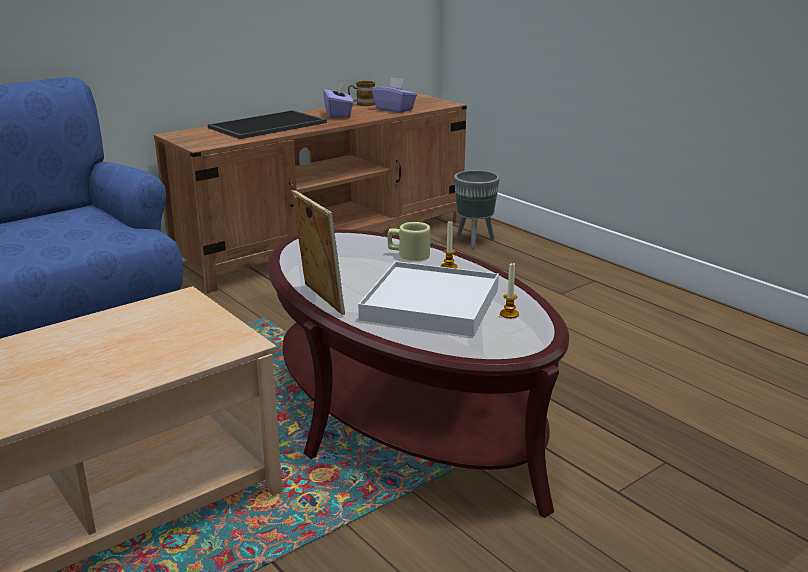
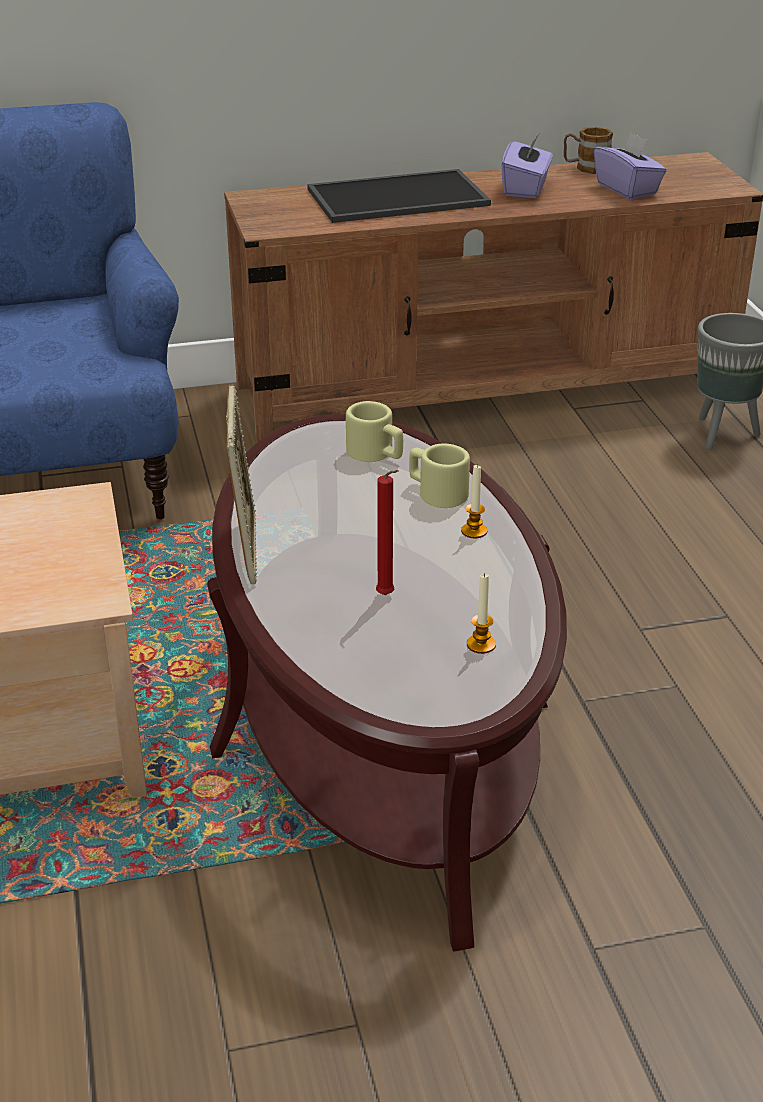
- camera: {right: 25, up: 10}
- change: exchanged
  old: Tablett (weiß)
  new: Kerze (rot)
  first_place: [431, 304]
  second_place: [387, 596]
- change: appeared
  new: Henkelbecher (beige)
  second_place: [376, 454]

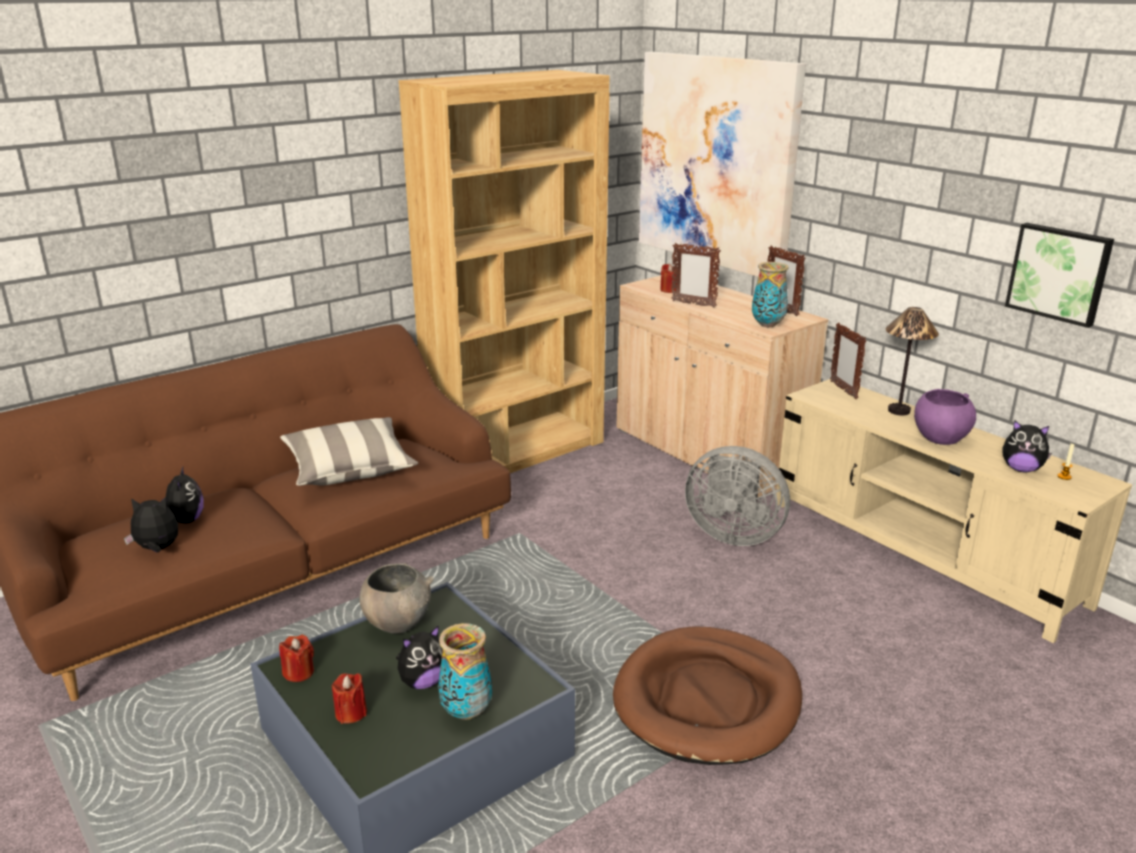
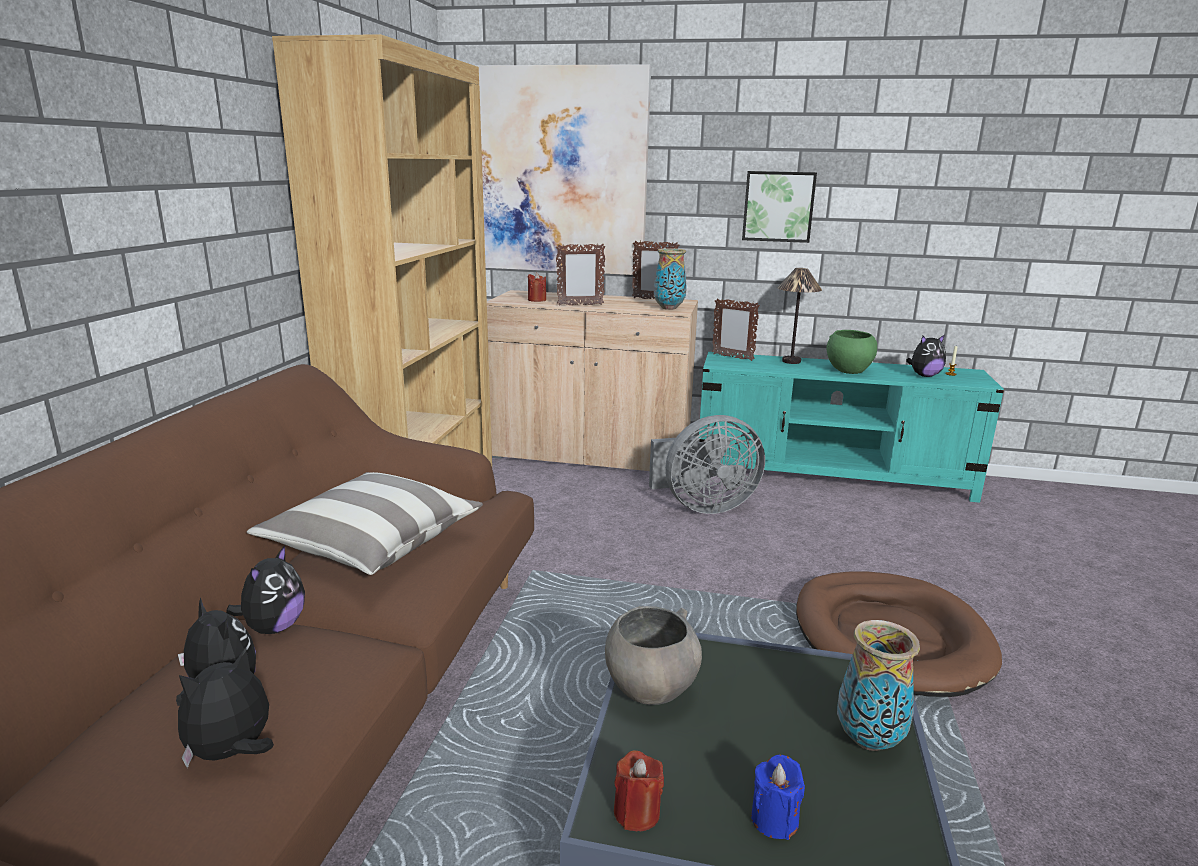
- camera: {right: -40, up: -5}
- change: colour
  old: Kerze (rot)
  new: Kerze (blau)
  first_place: [351, 713]
  second_place: [774, 820]
- change: relocated
  old: Plüschtier
  first_place: [423, 682]
  second_place: [274, 627]
- change: colour
  old: Fernsehschrank (beige)
  new: Fernsehschrank (türkis)
  first_place: [922, 552]
  second_place: [831, 475]
- change: colour
  old: Schüssel (lila)
  new: Schüssel (grün)
  first_place: [940, 438]
  second_place: [848, 370]
- change: relocated
  old: Bild
  first_place: [1059, 273]
  second_place: [778, 206]

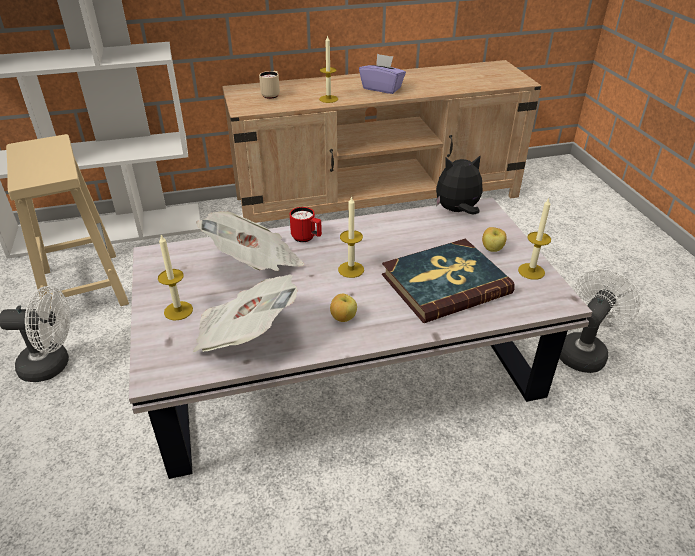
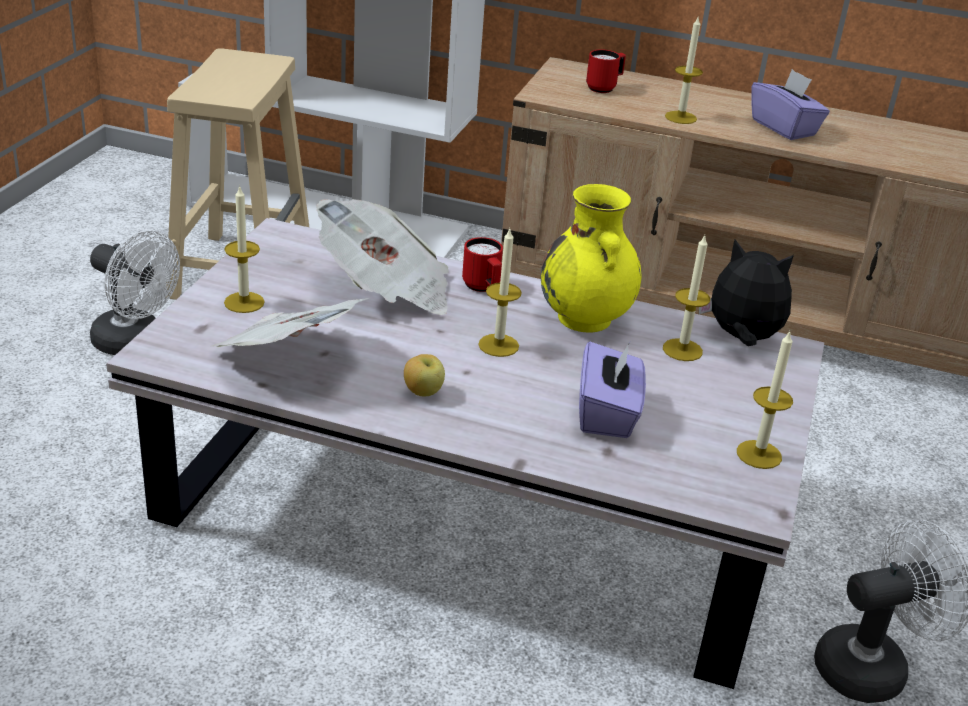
- camera: {right: 30, up: -5}
- change: colour
  old: Henkelbecher (beige)
  new: Henkelbecher (rot)
  first_place: [272, 95]
  second_place: [604, 88]
- change: exchanged
  old: Buch
  new: Taschentuchbox (lila)
  first_place: [445, 283]
  second_place: [607, 414]
- change: missing
  old: Apfel
  first_place: [492, 249]
- change: appeared
  new: Vase (gelb)
  second_place: [585, 319]
- change: appeared
  new: Kerze
  second_place: [682, 350]

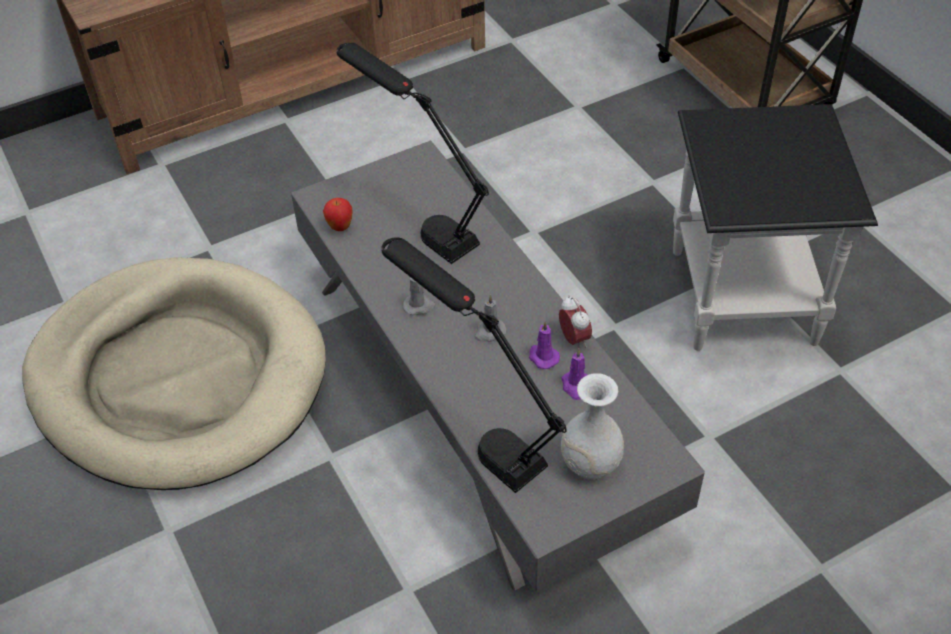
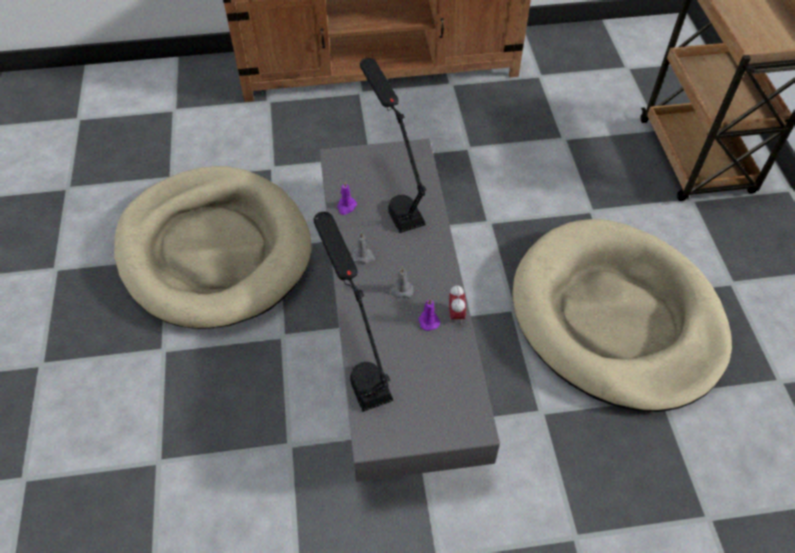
- camera: {right: 20, up: 5}
- change: missing
  old: Apfel
  first_place: [340, 227]
- change: missing
  old: Vase (weiß)
  first_place: [590, 463]
- change: relocated
  old: Kerze (lila)
  first_place: [576, 386]
  second_place: [346, 207]
- change: exchanged
  old: Beistelltisch (schwarz)
  new: Hundebett (beige)
  first_place: [743, 297]
  second_place: [616, 318]

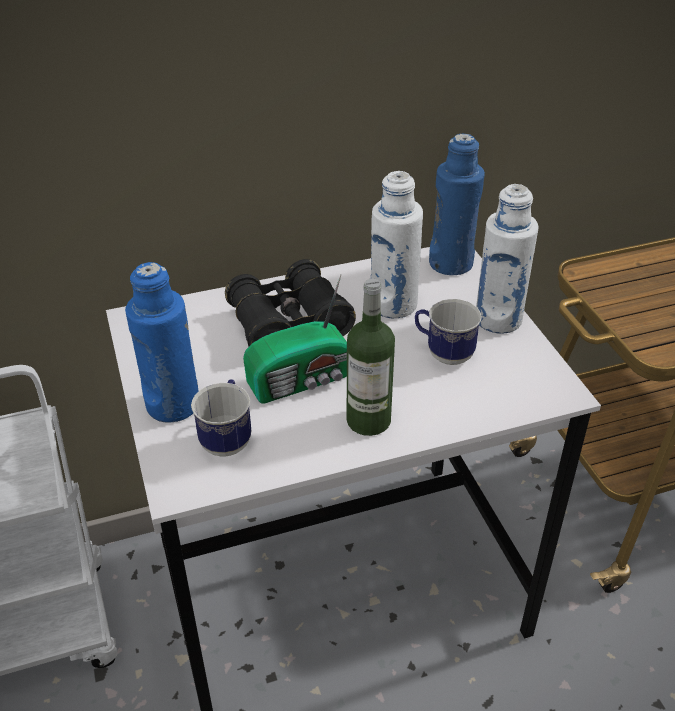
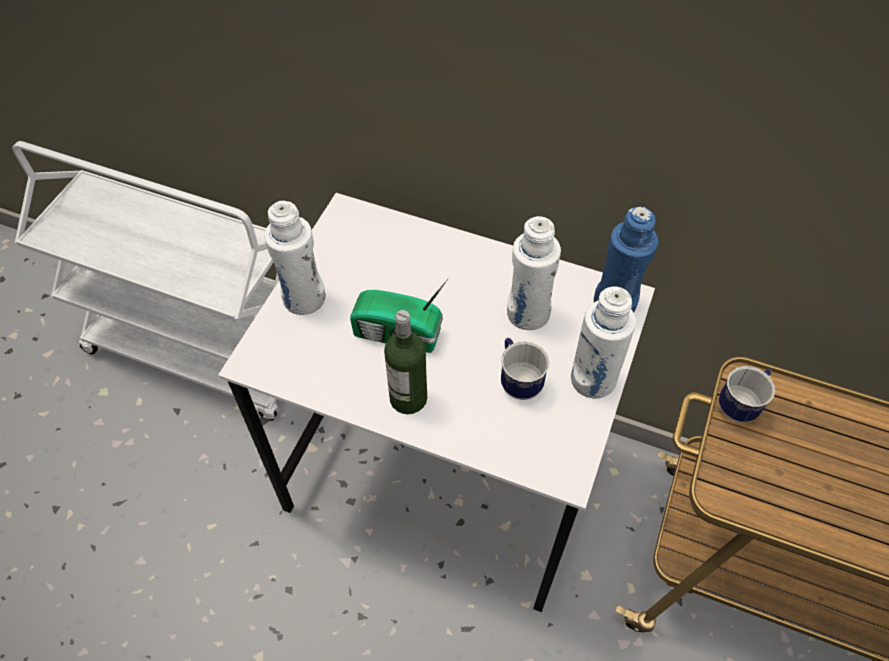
- camera: {right: 40, up: 15}
- change: colour
  old: Flasche (blau)
  new: Flasche (weiß)
  first_place: [173, 405]
  second_place: [304, 299]
- change: relocated
  old: Henkelbecher
  first_place: [228, 438]
  second_place: [740, 405]
- change: missing
  old: Fernglas (schwarz)
  first_place: [289, 324]

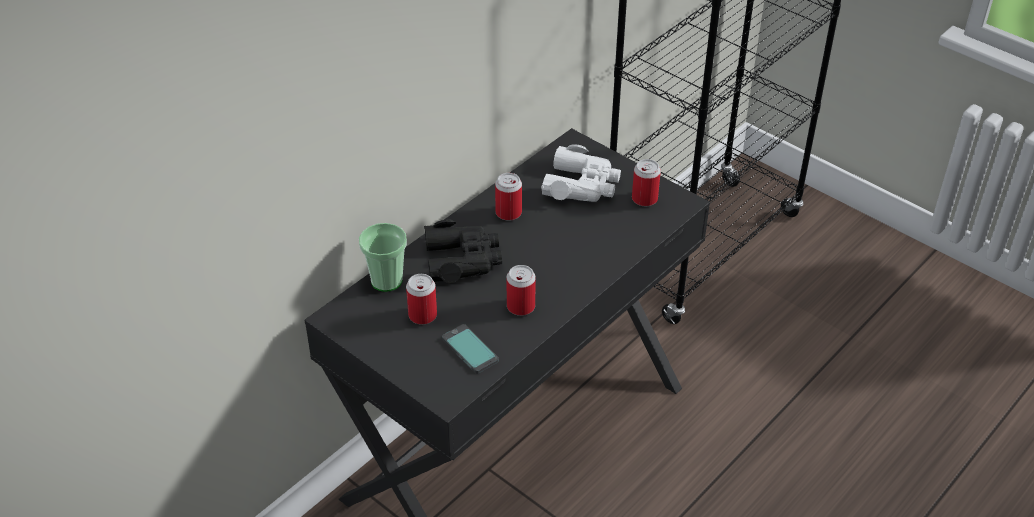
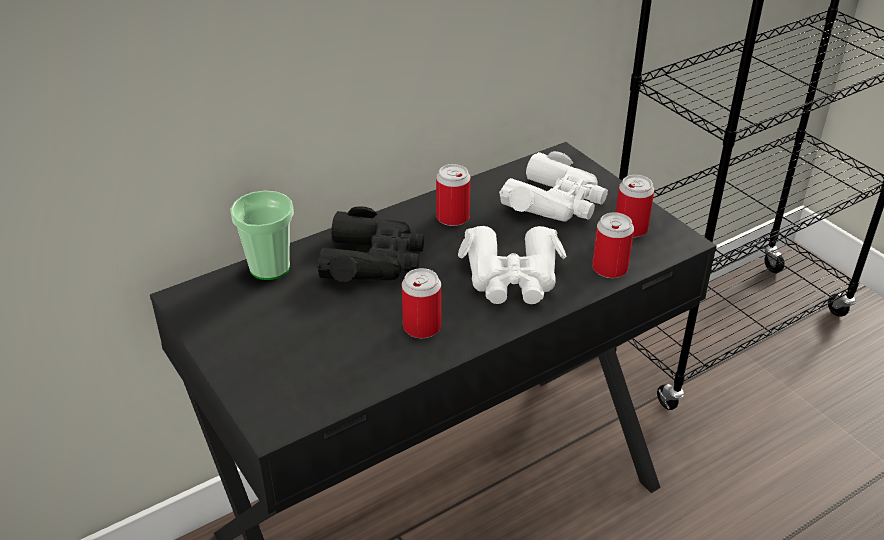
- camera: {right: 15, up: -5}
- change: relocated
  old: Dose
  first_place: [422, 315]
  second_place: [609, 268]
- change: missing
  old: Handy
  first_place: [469, 350]
- change: appeared
  new: Fernglas (weiß)
  second_place: [512, 277]

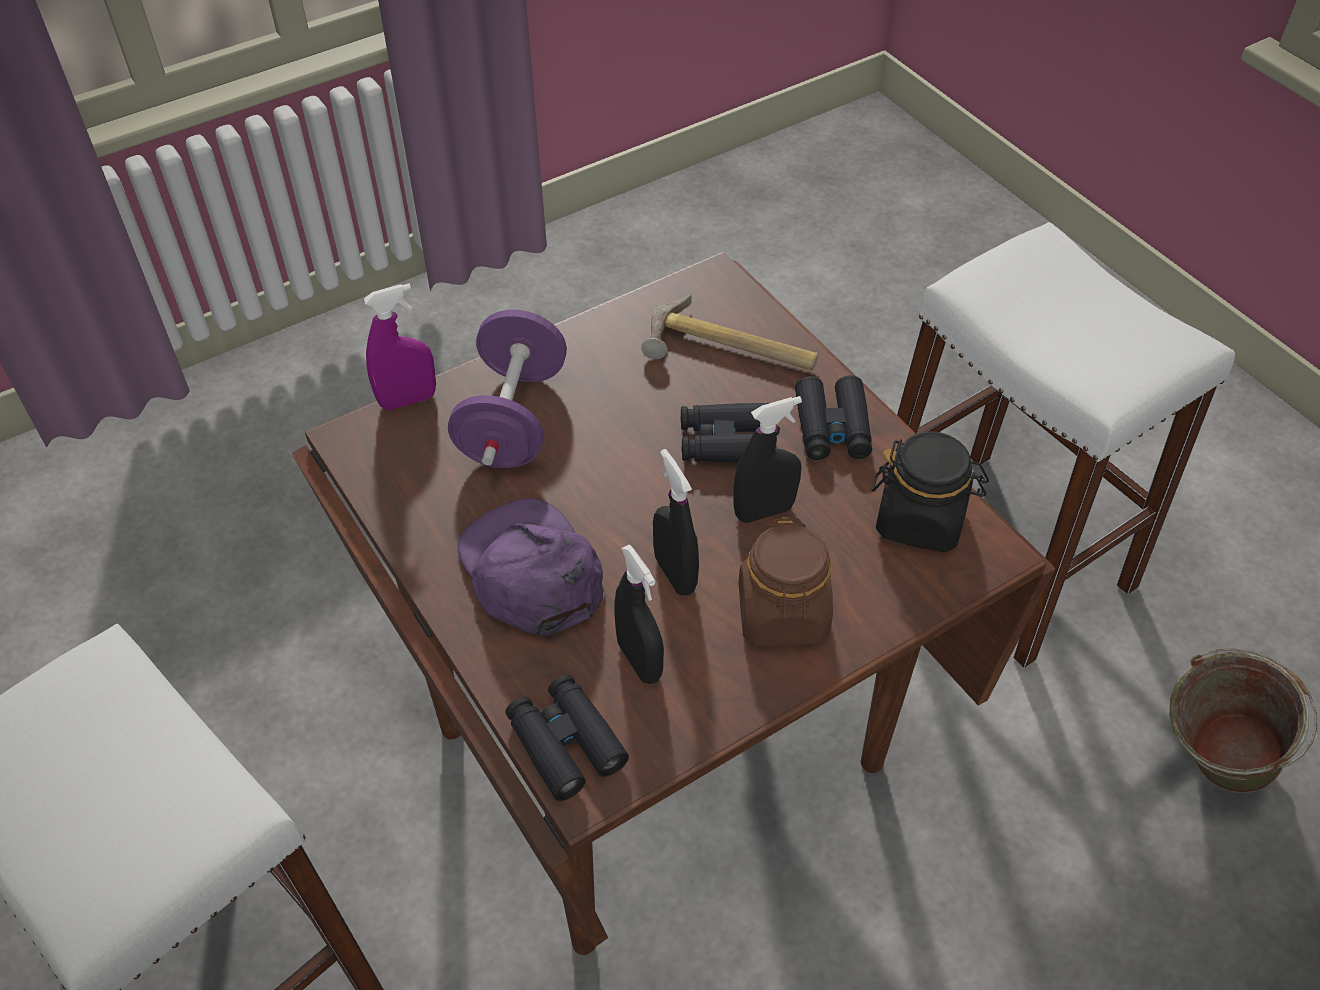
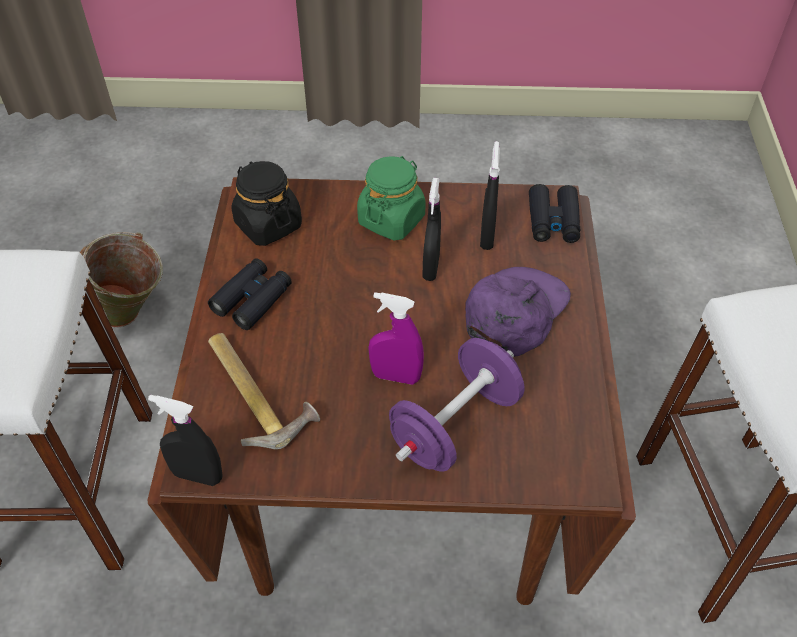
- camera: {right: -145, up: 0}
- change: relocated
  old: Sprühflasche (lila)
  first_place: [408, 400]
  second_place: [396, 376]
- change: spun
  old: Kappe (lila)
  first_place: [531, 571]
  second_place: [514, 312]
  degrees: -150
- change: missing
  old: Fernglas (schwarz)
  first_place: [726, 442]
- change: relocated
  old: Sprühflasche (schwarz)
  first_place: [764, 511]
  second_place: [197, 475]
- change: colour
  old: Vorratsglas (braun)
  new: Vorratsglas (grün)
  first_place: [783, 614]
  second_place: [391, 220]

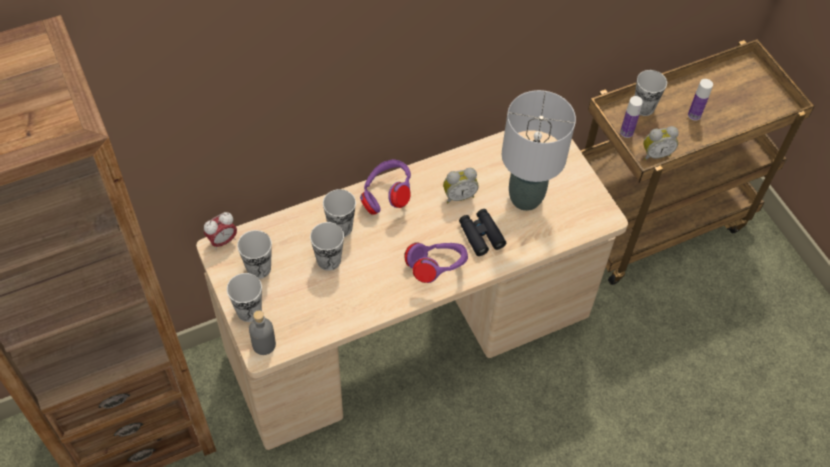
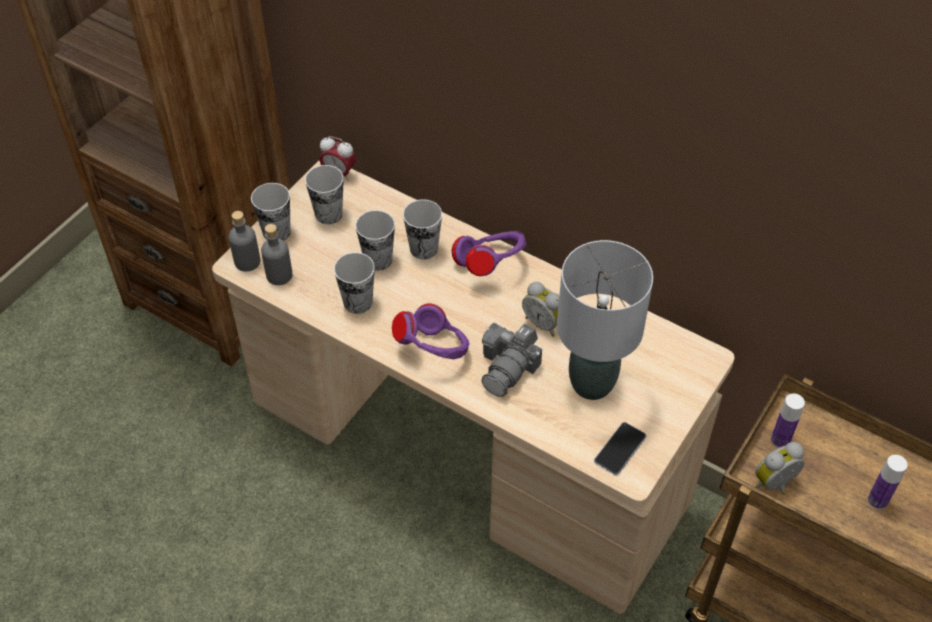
- camera: {right: 60, up: -5}
- change: exchanged
  old: Fernglas (schwarz)
  new: Kamera
  first_place: [481, 235]
  second_place: [508, 367]
- change: relocated
  old: Tasse
  first_place: [643, 107]
  second_place: [358, 302]
- change: spun
  old: Wecker
  first_place: [655, 154]
  second_place: [776, 485]
  degrees: 105
- change: appeared
  new: Flasche (grau)
  second_place: [279, 275]
- change: appeared
  new: Handy
  second_place: [620, 449]

